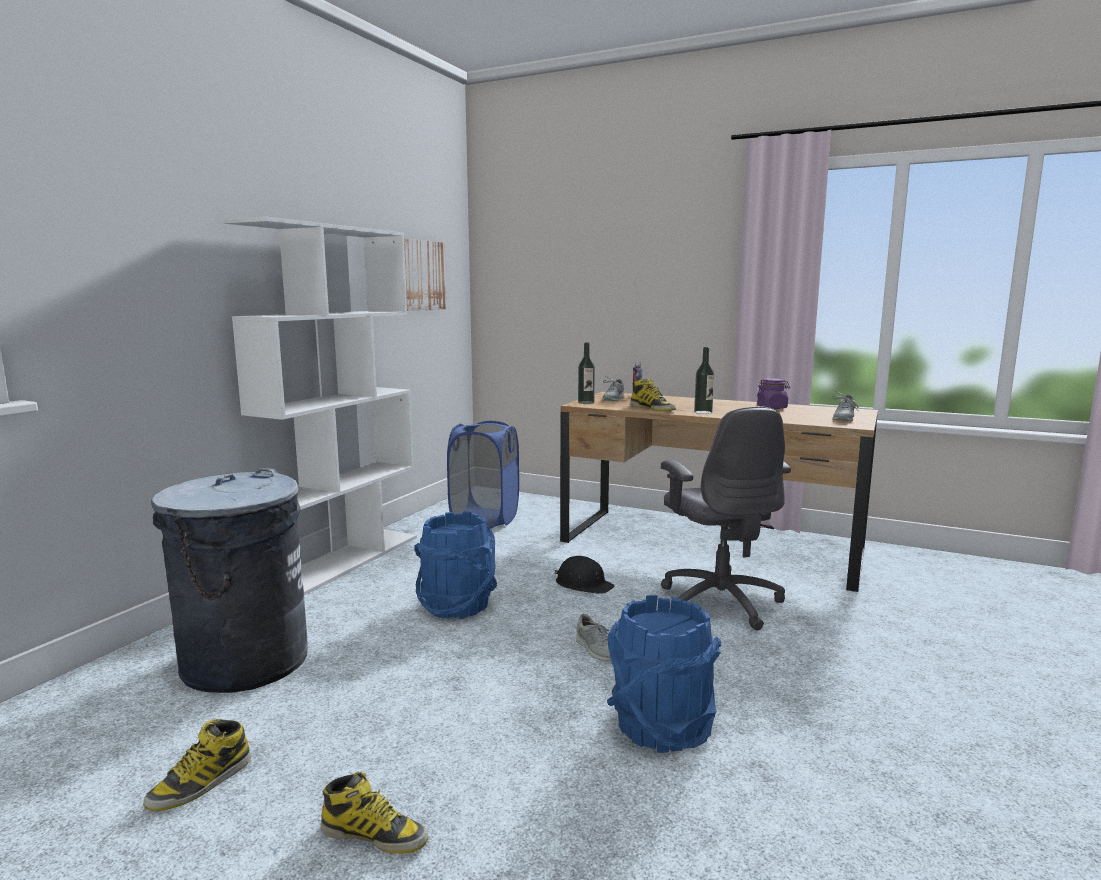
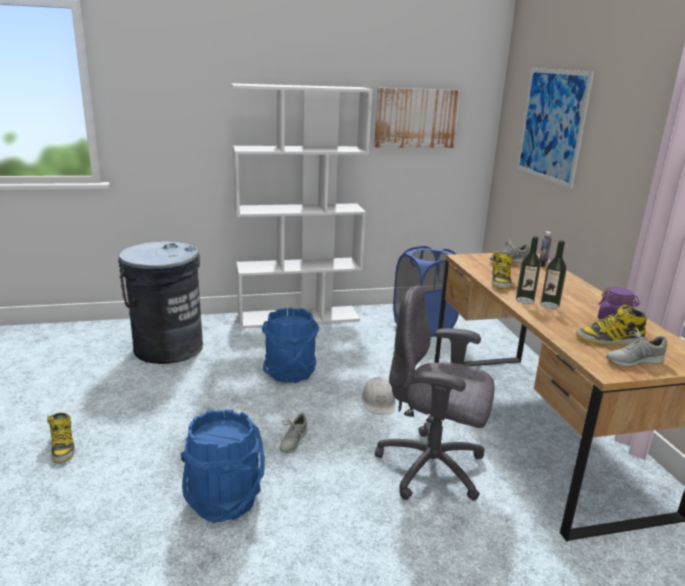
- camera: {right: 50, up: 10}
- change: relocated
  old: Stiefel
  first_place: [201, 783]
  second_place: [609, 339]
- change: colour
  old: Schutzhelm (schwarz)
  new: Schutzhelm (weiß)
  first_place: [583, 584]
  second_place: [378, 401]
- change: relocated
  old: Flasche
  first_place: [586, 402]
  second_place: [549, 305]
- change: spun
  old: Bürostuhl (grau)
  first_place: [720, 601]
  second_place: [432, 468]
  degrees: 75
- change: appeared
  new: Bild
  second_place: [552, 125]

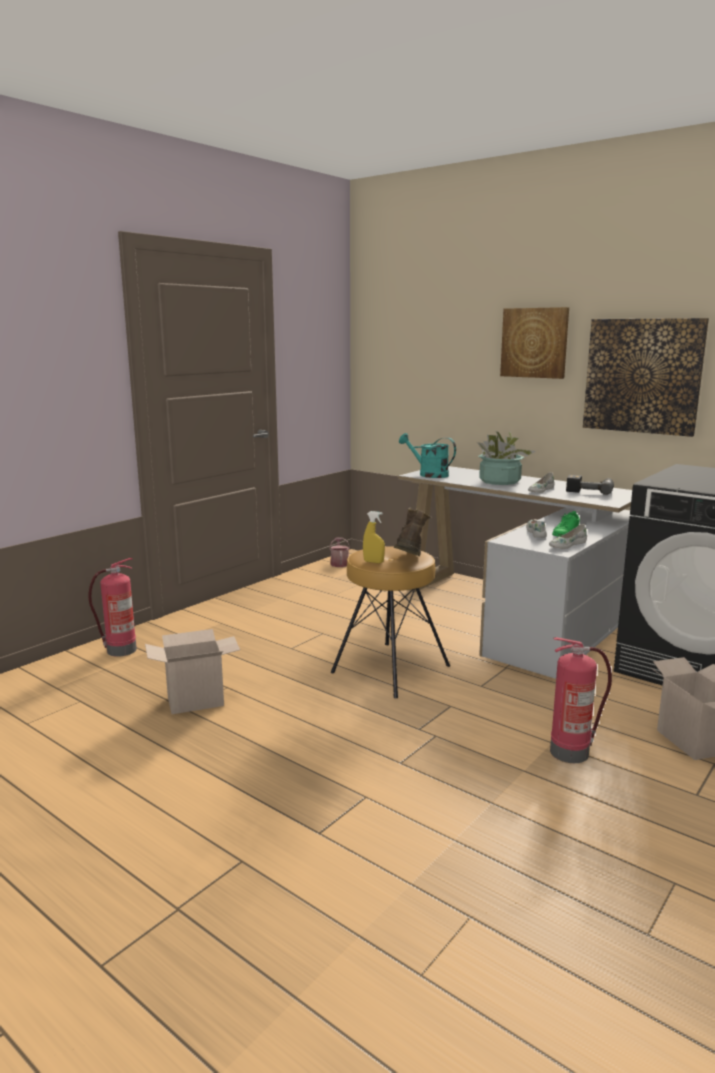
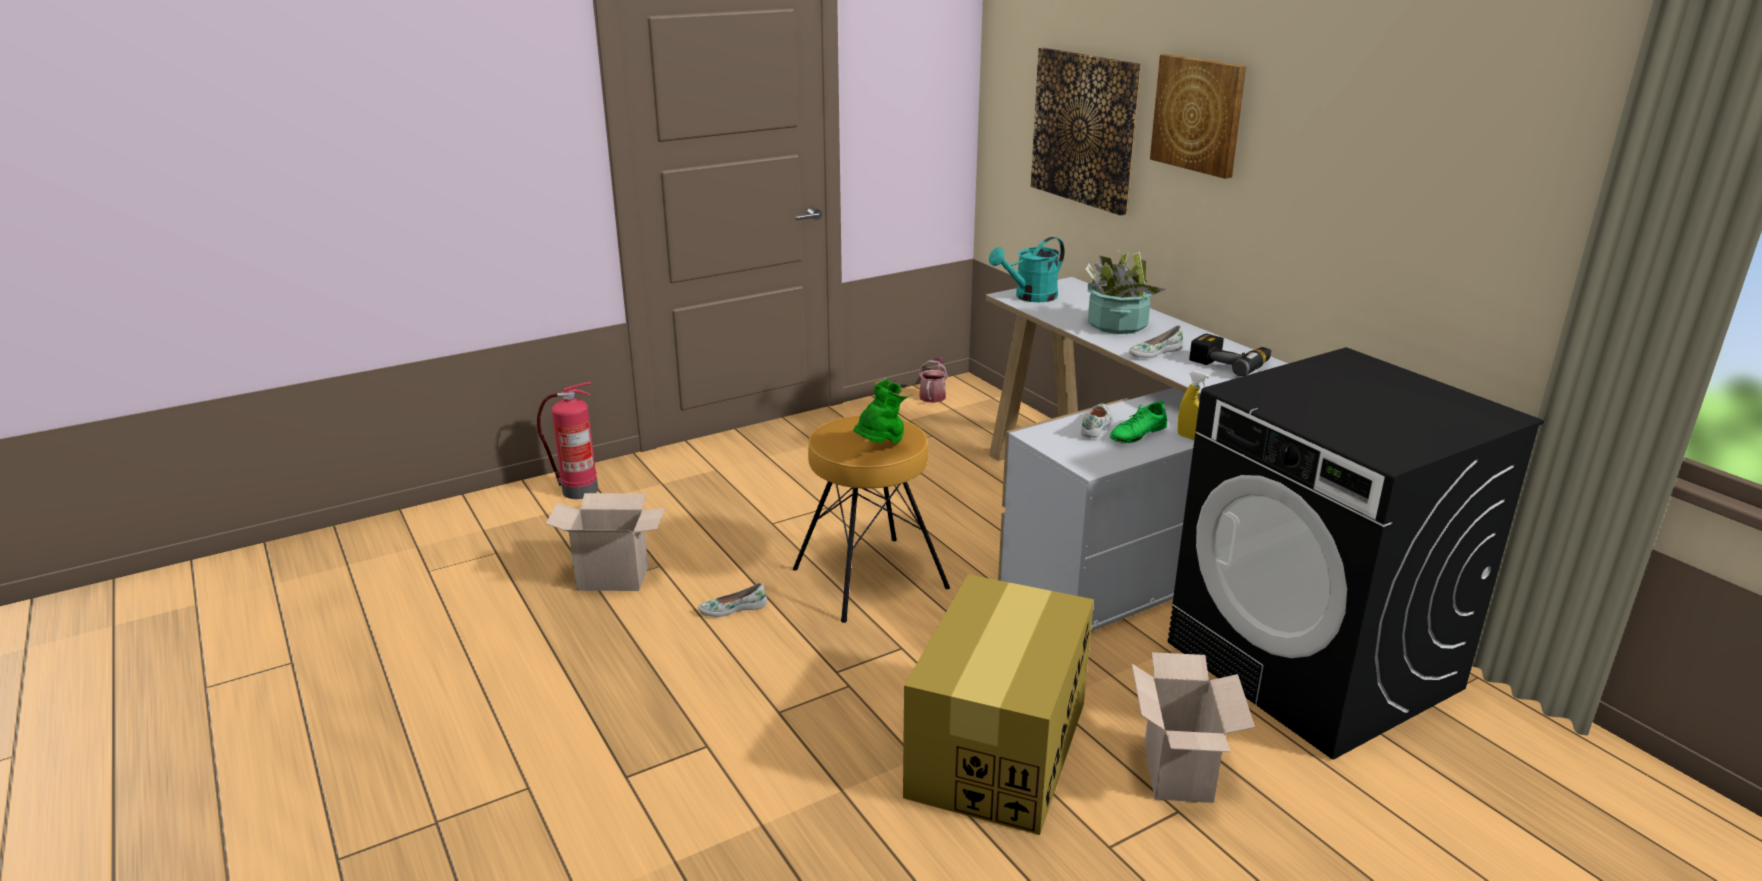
- camera: {right: 20, up: 10}
- change: relocated
  old: Sprühflasche (gelb)
  first_place: [373, 562]
  second_place: [1190, 437]
- change: colour
  old: Stiefel (braun)
  new: Stiefel (grün)
  first_place: [409, 560]
  second_place: [882, 447]
- change: spun
  old: Gießkanne (türkis)
  first_place: [428, 474]
  second_place: [1030, 297]
  degrees: -90
- change: relocated
  old: Schuh (weiß)
  first_place: [566, 545]
  second_place: [733, 608]
- change: exchanged
  old: Feuerlöscher
  new: Karton
  first_place: [571, 752]
  second_place: [998, 748]
- change: relocated
  old: Bild
  first_place: [642, 376]
  second_place: [1085, 129]

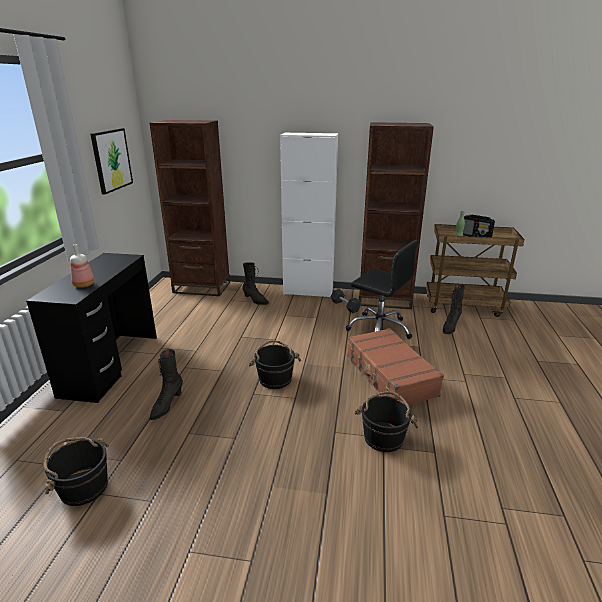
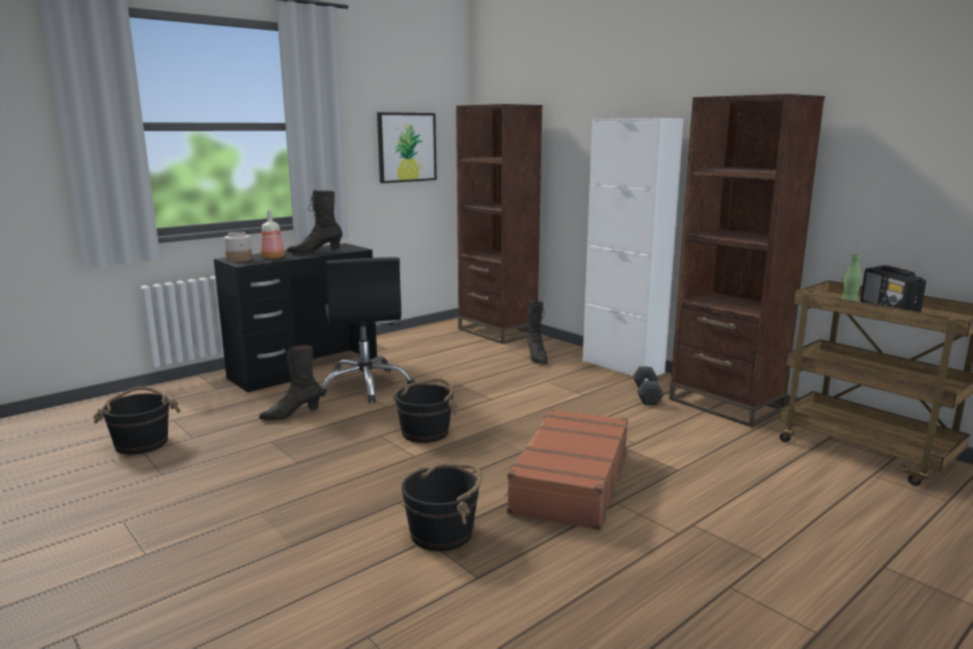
- camera: {right: 40, up: -10}
- change: relocated
  old: Bürostuhl (schwarz)
  first_place: [379, 329]
  second_place: [366, 385]
- change: relocated
  old: Stiefel (schwarz)
  first_place: [450, 327]
  second_place: [315, 252]
- change: appeared
  new: Vorratsglas
  second_place: [239, 259]

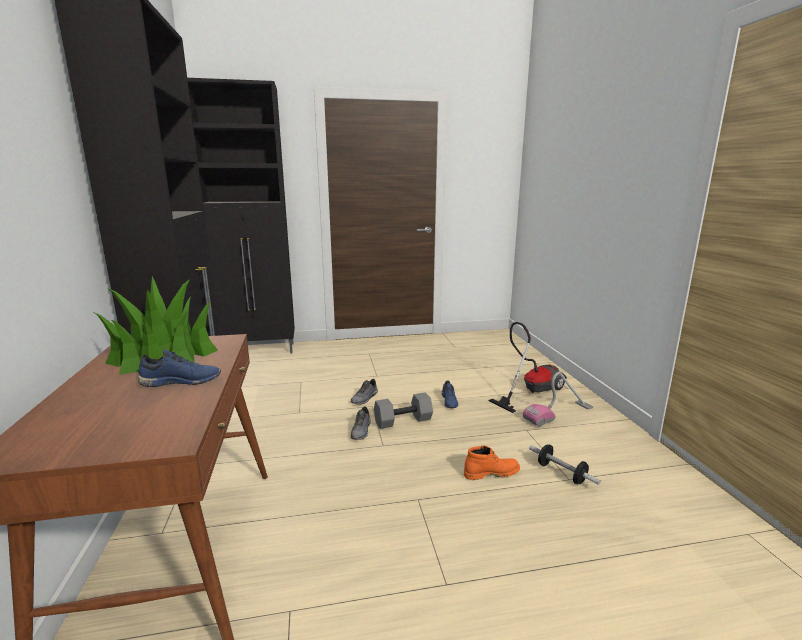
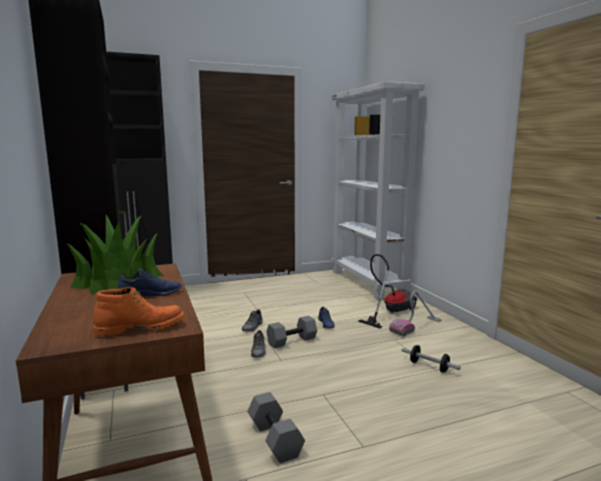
- camera: {right: -10, up: -5}
- change: relocated
  old: Stiefel (orange)
  first_place: [491, 473]
  second_place: [141, 328]
- change: appeared
  new: Hantel (grau)
  second_place: [273, 439]
- change: appeared
  new: Bücherregal (weiß)
  second_place: [368, 283]

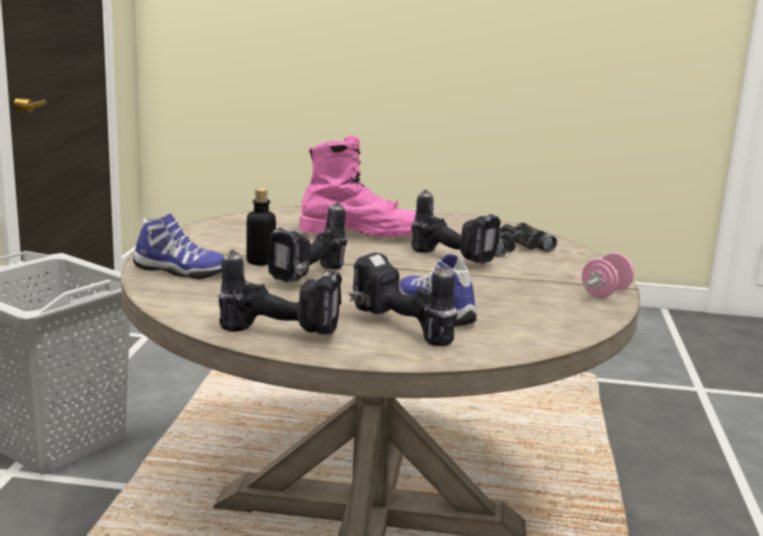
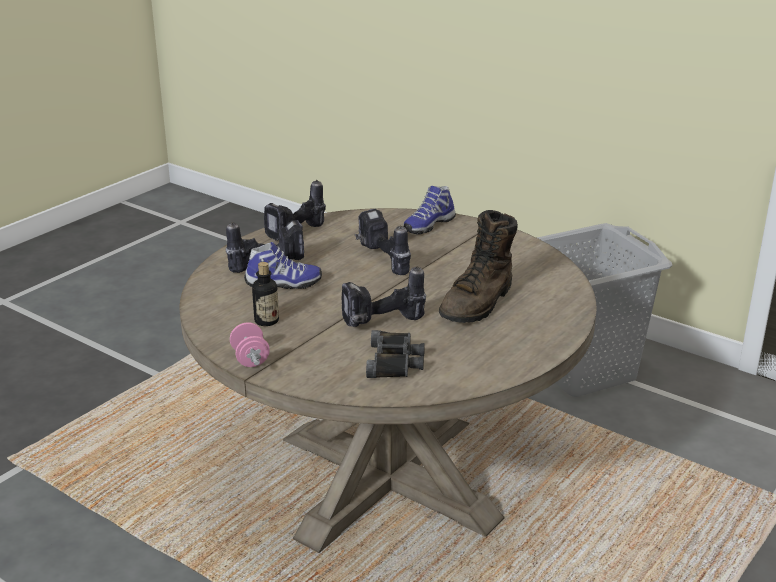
- camera: {right: 120, up: 10}
- change: relocated
  old: Flasche
  first_place: [261, 262]
  second_place: [266, 321]
- change: colour
  old: Stiefel (rosa)
  new: Stiefel (braun)
  first_place: [362, 234]
  second_place: [478, 303]

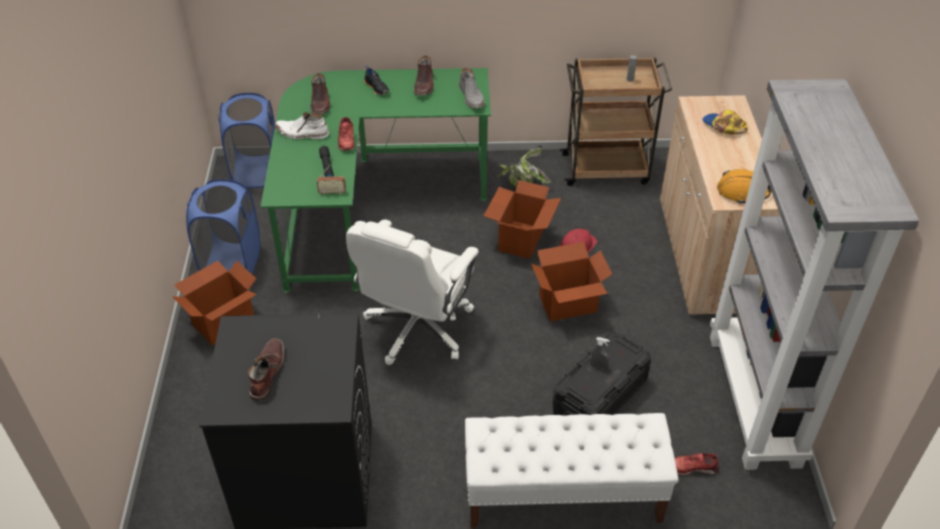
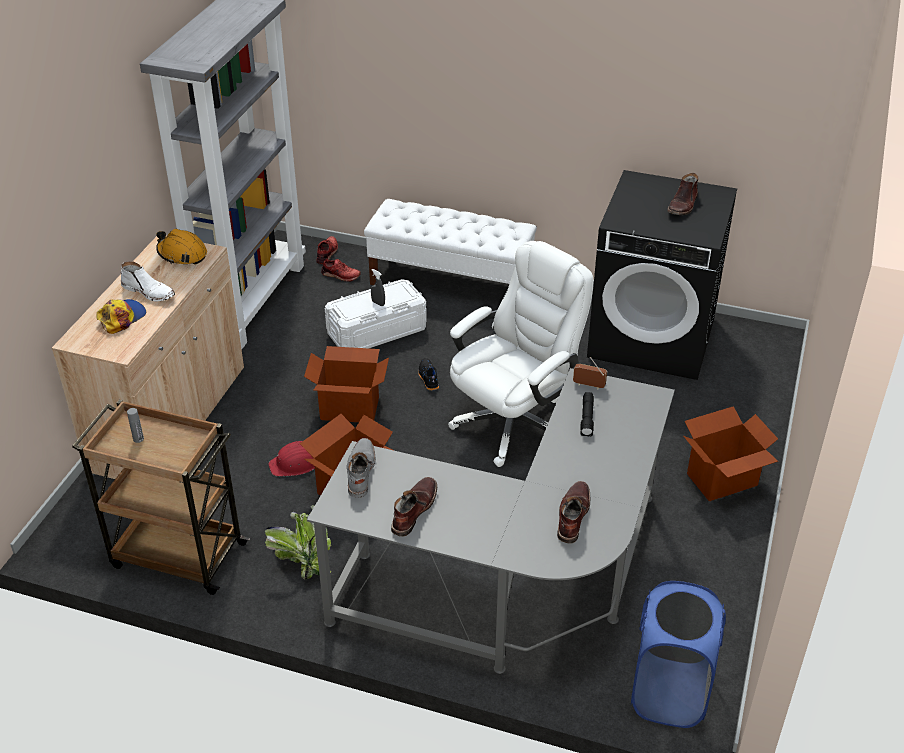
- camera: {right: -160, up: -5}
- change: missing
  old: Wäschekorb (blau)
  first_place: [232, 263]
- change: colour
  old: Schreibtisch (grün)
  new: Schreibtisch (grau)
  first_place: [369, 205]
  second_place: [517, 586]
- change: relocated
  old: Stiefel (weiß)
  first_place: [302, 133]
  second_place: [149, 291]
- change: relocated
  old: Schuh (rot)
  first_place: [346, 140]
  second_place: [327, 253]
- change: relocated
  old: Schuh (schwarz)
  first_place: [377, 87]
  second_place: [428, 378]
- change: colour
  old: Aufbewahrungsbox (schwarz)
  new: Aufbewahrungsbox (weiß)
  first_place: [600, 396]
  second_place: [376, 331]
- change: spun
  old: Kappe
  first_place: [723, 126]
  second_place: [121, 318]
  degrees: -120

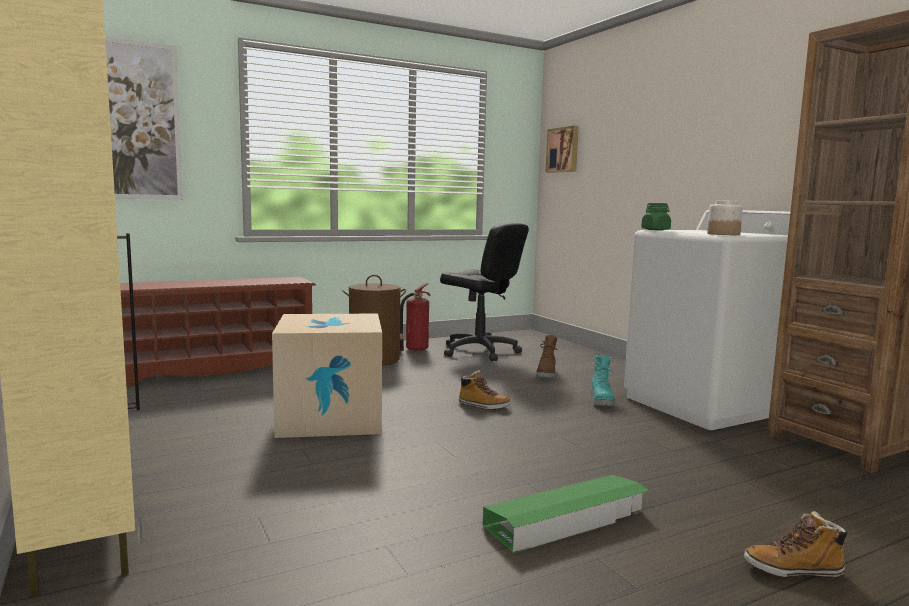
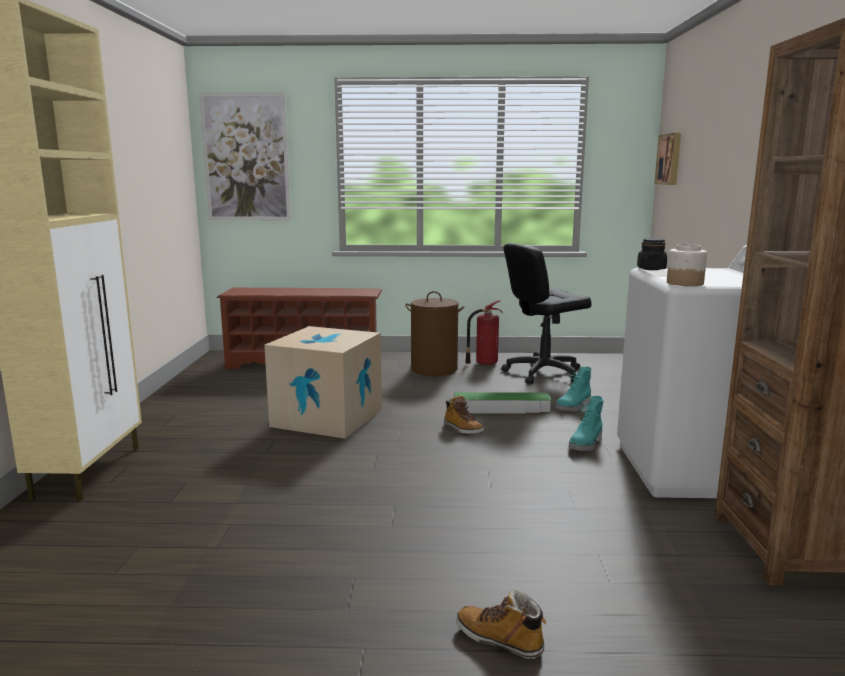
- camera: {right: 30, up: 5}
- change: spun
  old: Bürostuhl (schwarz)
  first_place: [479, 351]
  second_place: [543, 373]
  degrees: 90
- change: relocated
  old: Aufbewahrungsbox (grün)
  first_place: [568, 520]
  second_place: [501, 408]
- change: colour
  old: Stiefel (braun)
  new: Stiefel (türkis)
  first_place: [547, 374]
  second_place: [574, 407]
- change: colour
  old: Vorratsglas (grün)
  new: Vorratsglas (schwarz)
  first_place: [655, 230]
  second_place: [651, 269]

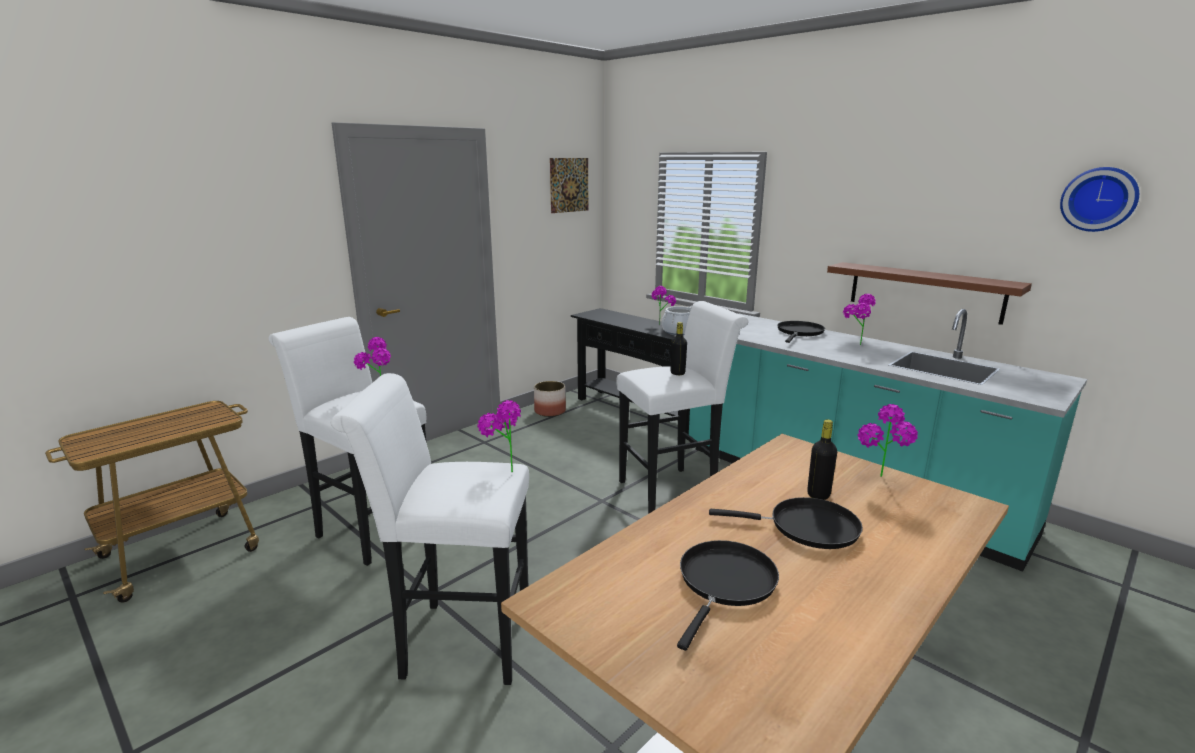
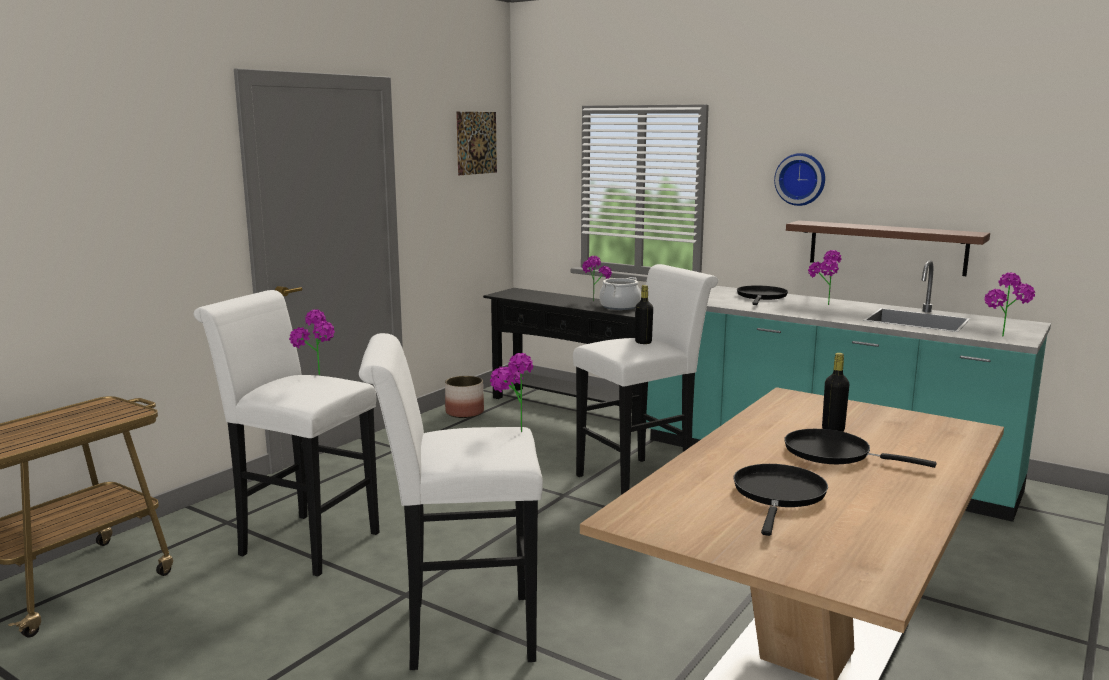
- camera: {right: -10, up: -5}
- change: spun
  old: Pfanne (schwarz)
  first_place: [807, 527]
  second_place: [833, 453]
  degrees: -150
- change: relocated
  old: Topfpflanze
  first_place: [881, 480]
  second_place: [1004, 338]
- change: relocated
  old: Wanduhr
  first_place: [1099, 199]
  second_place: [801, 179]

